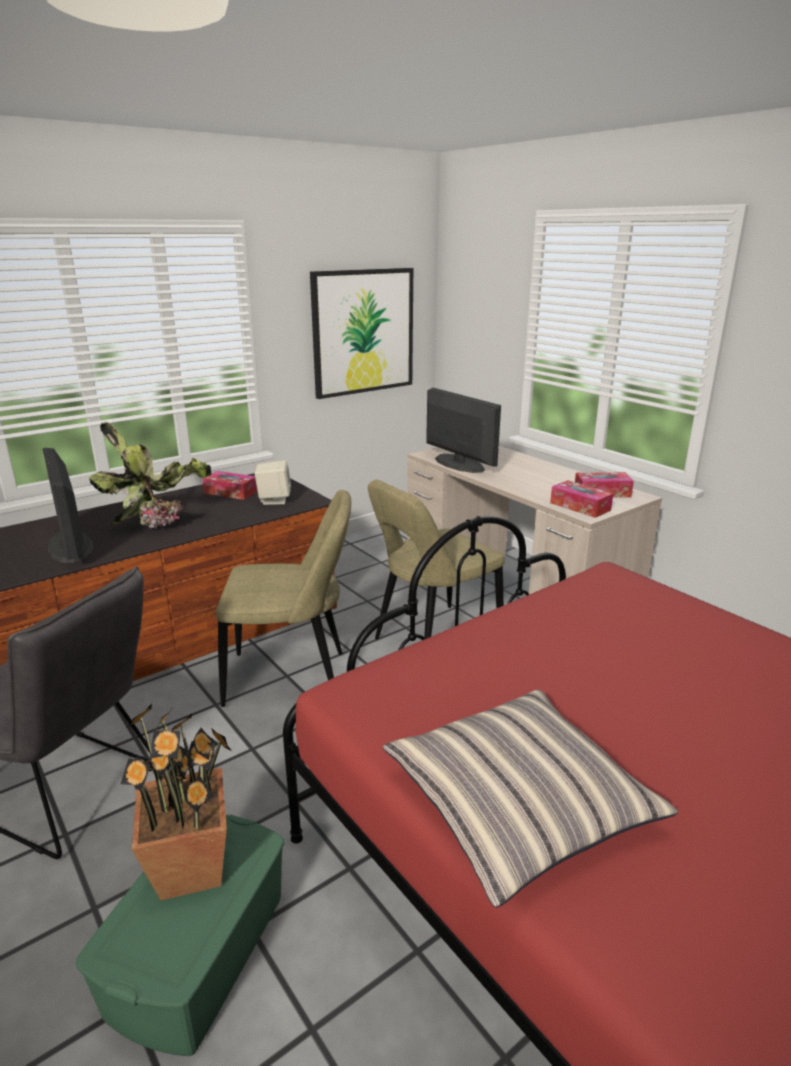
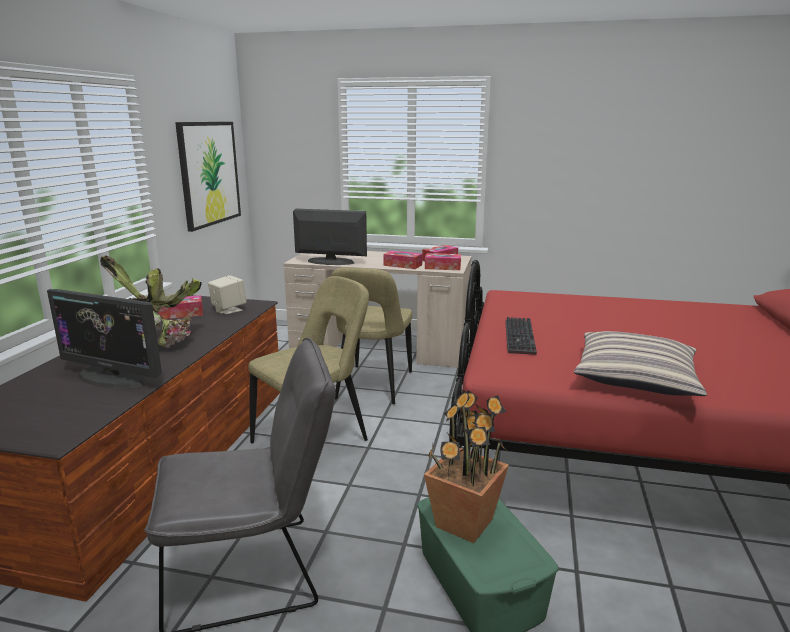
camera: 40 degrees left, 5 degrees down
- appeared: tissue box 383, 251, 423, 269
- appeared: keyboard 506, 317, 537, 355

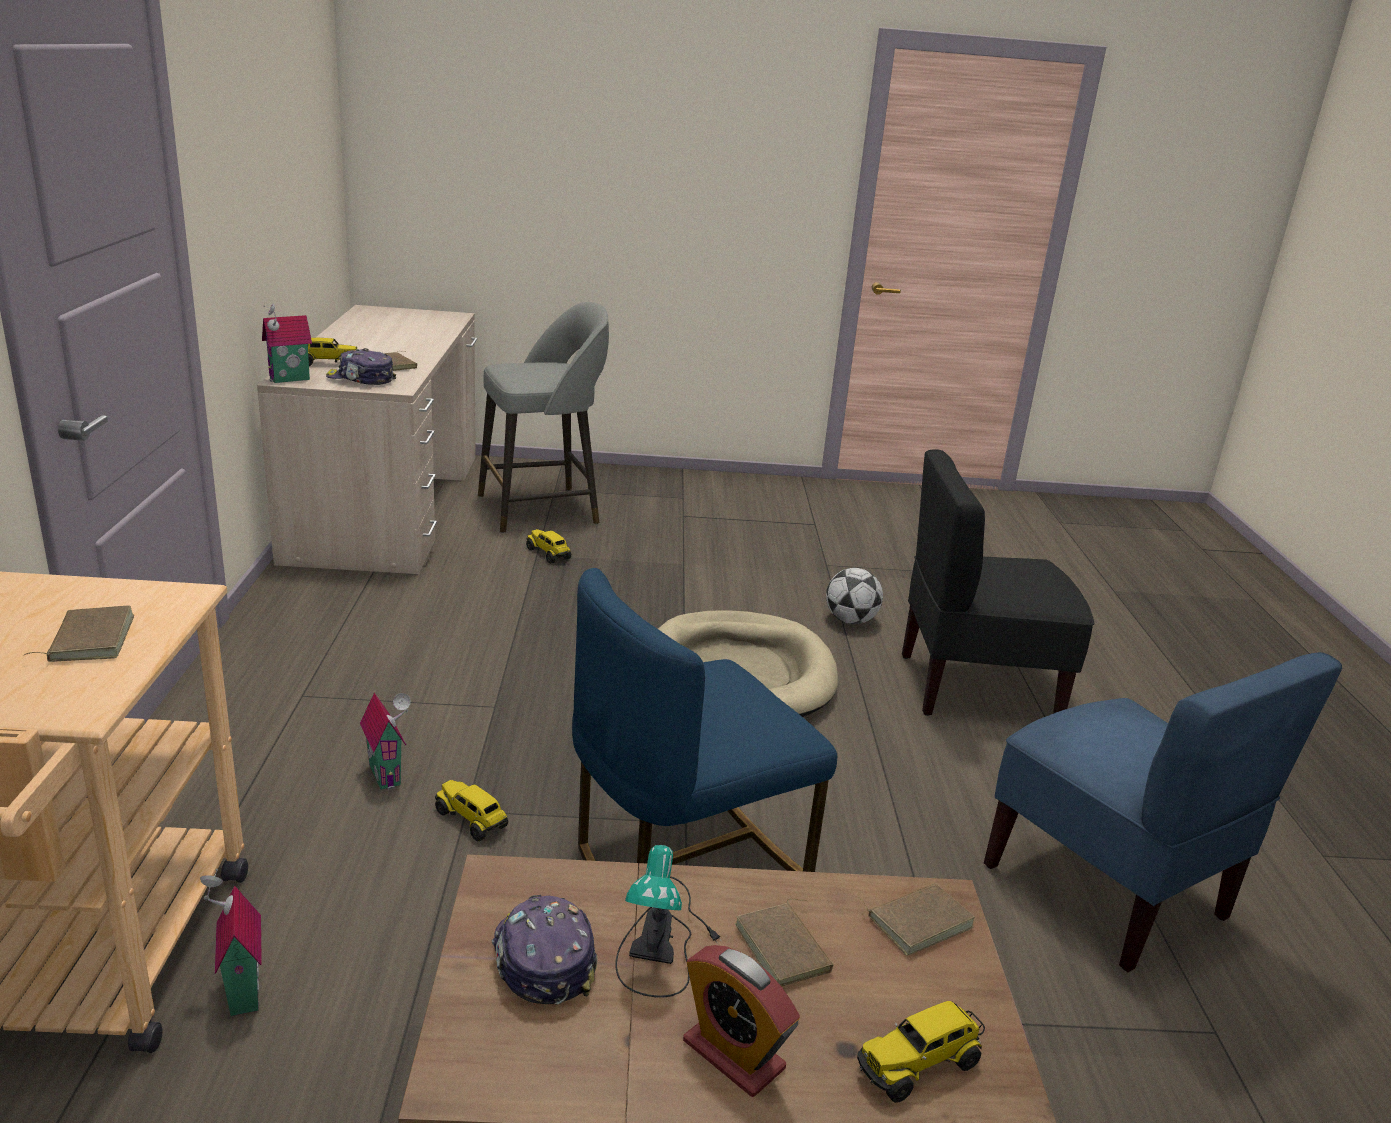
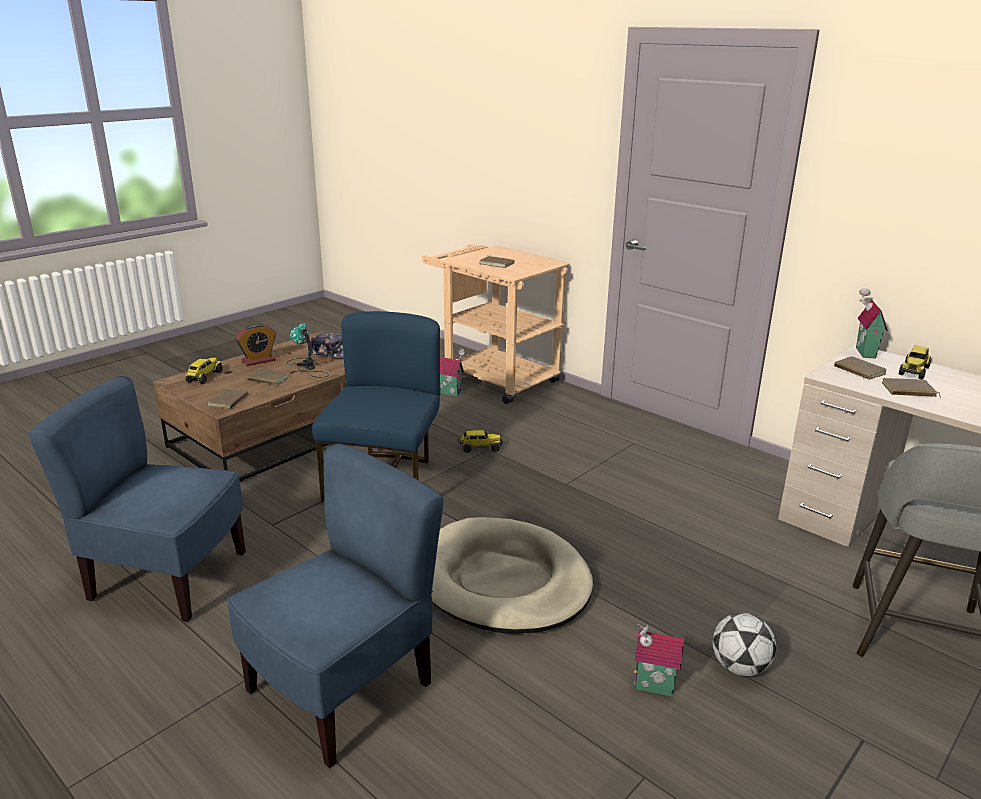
camera: 135 degrees right, 0 degrees up
- exchanged: cap 326, 348, 396, 385 to brown book 834, 356, 887, 380
- colour: black chair 902, 449, 1094, 716 to blue chair 227, 444, 444, 768
- missing: toy truck 526, 529, 571, 564
- relocated: football 826, 568, 883, 624 to 713, 613, 776, 676
- relocated: toy house 360, 693, 411, 790 to 634, 624, 684, 696
- spun: alarm clock 683, 945, 800, 1097 = 235, 324, 276, 366 150 degrees clockwise

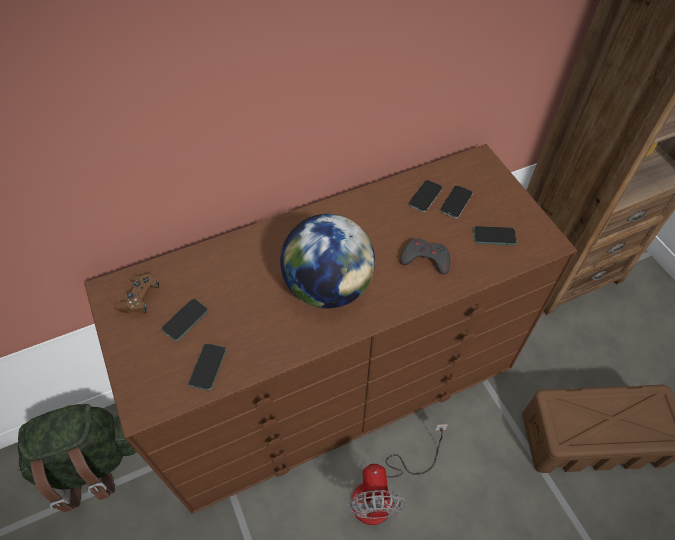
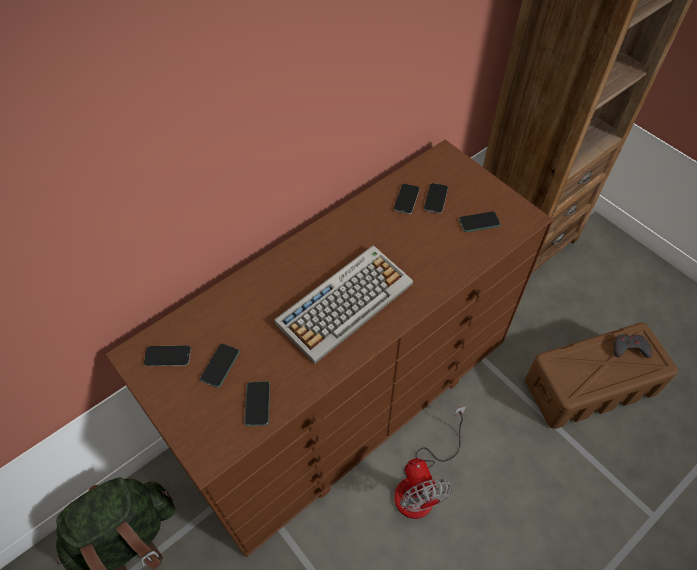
camera: 15 degrees left, 0 degrees up
- exchanged: globe 280, 214, 375, 308 to keyboard 274, 245, 413, 364
- relocated: grey game controller 400, 239, 450, 275 to 613, 335, 652, 358
- exchanged: brown game controller 114, 274, 159, 313 to phone 144, 345, 191, 366

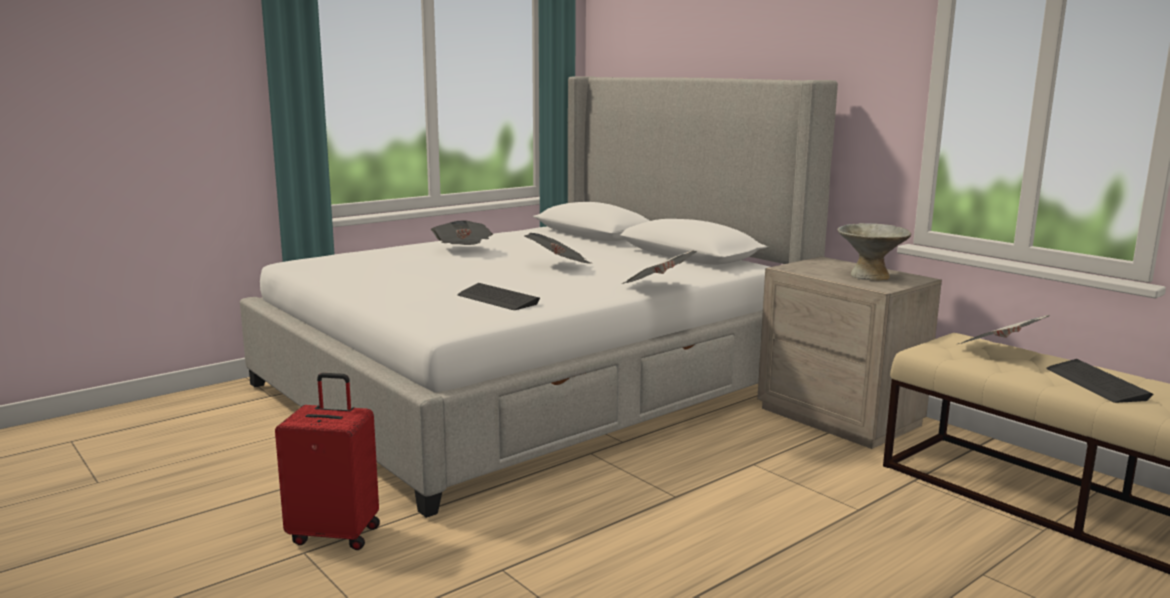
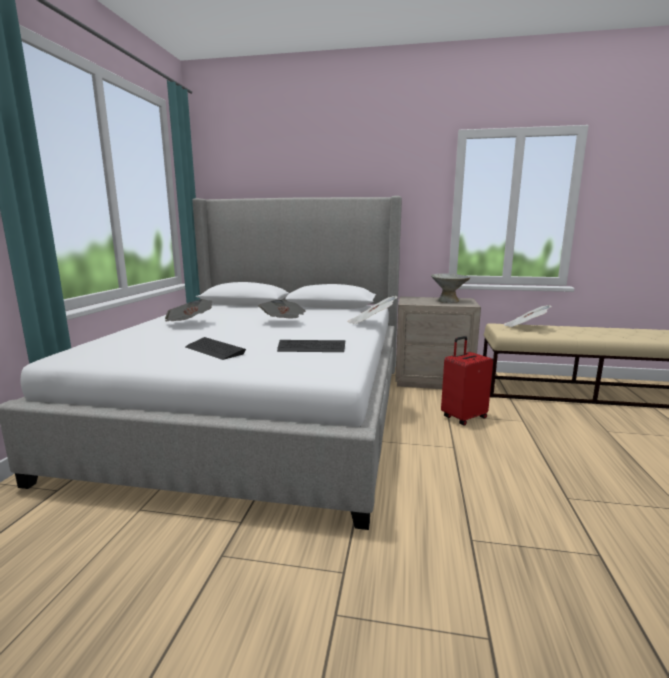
camera: 40 degrees left, 0 degrees up
- relocated: keyboard 1046, 359, 1153, 403 to 185, 337, 246, 360
- relocated: red suitcase 275, 373, 380, 550 to 441, 336, 493, 426

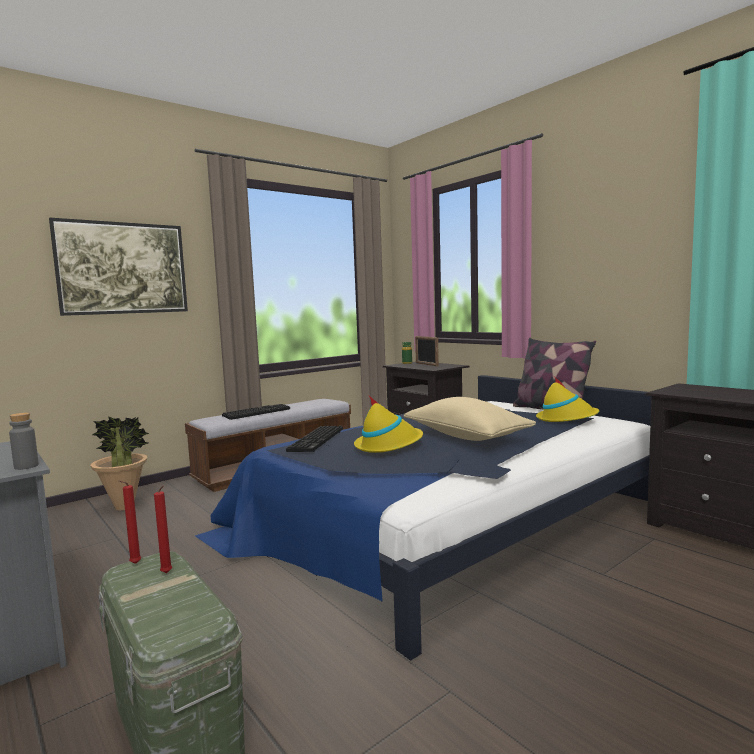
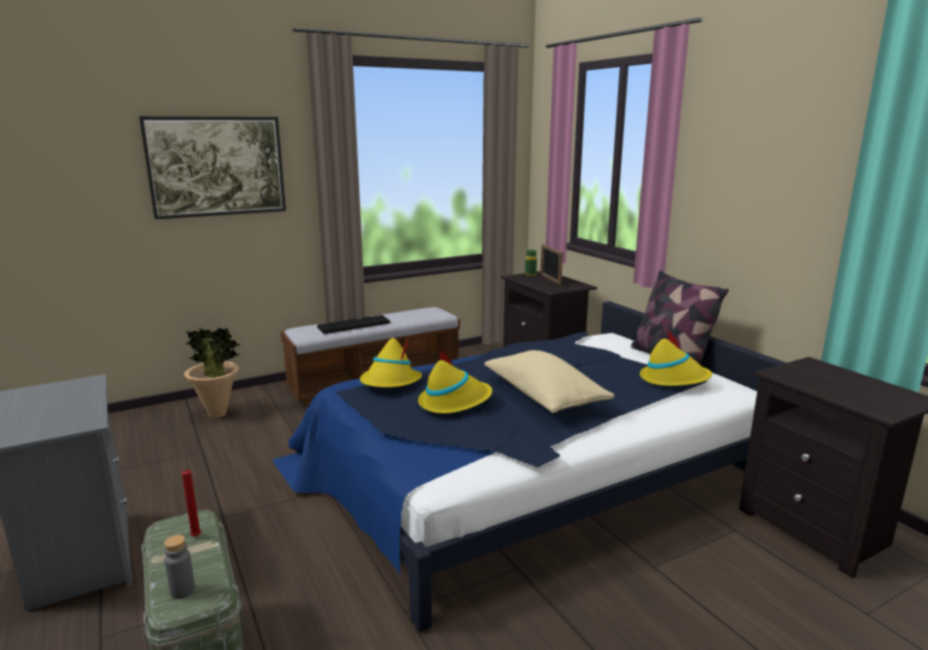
camera: 10 degrees right, 10 degrees up
- relocated: grey bottle 9, 412, 39, 470 to 164, 535, 195, 599
- exchanged: keyboard 286, 426, 343, 452 to yellow hat 360, 336, 422, 388
- missing: red candle 119, 481, 141, 564

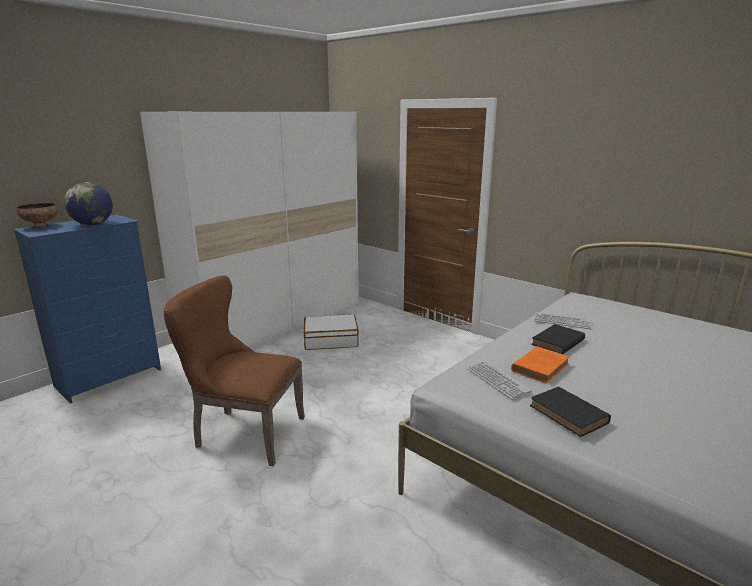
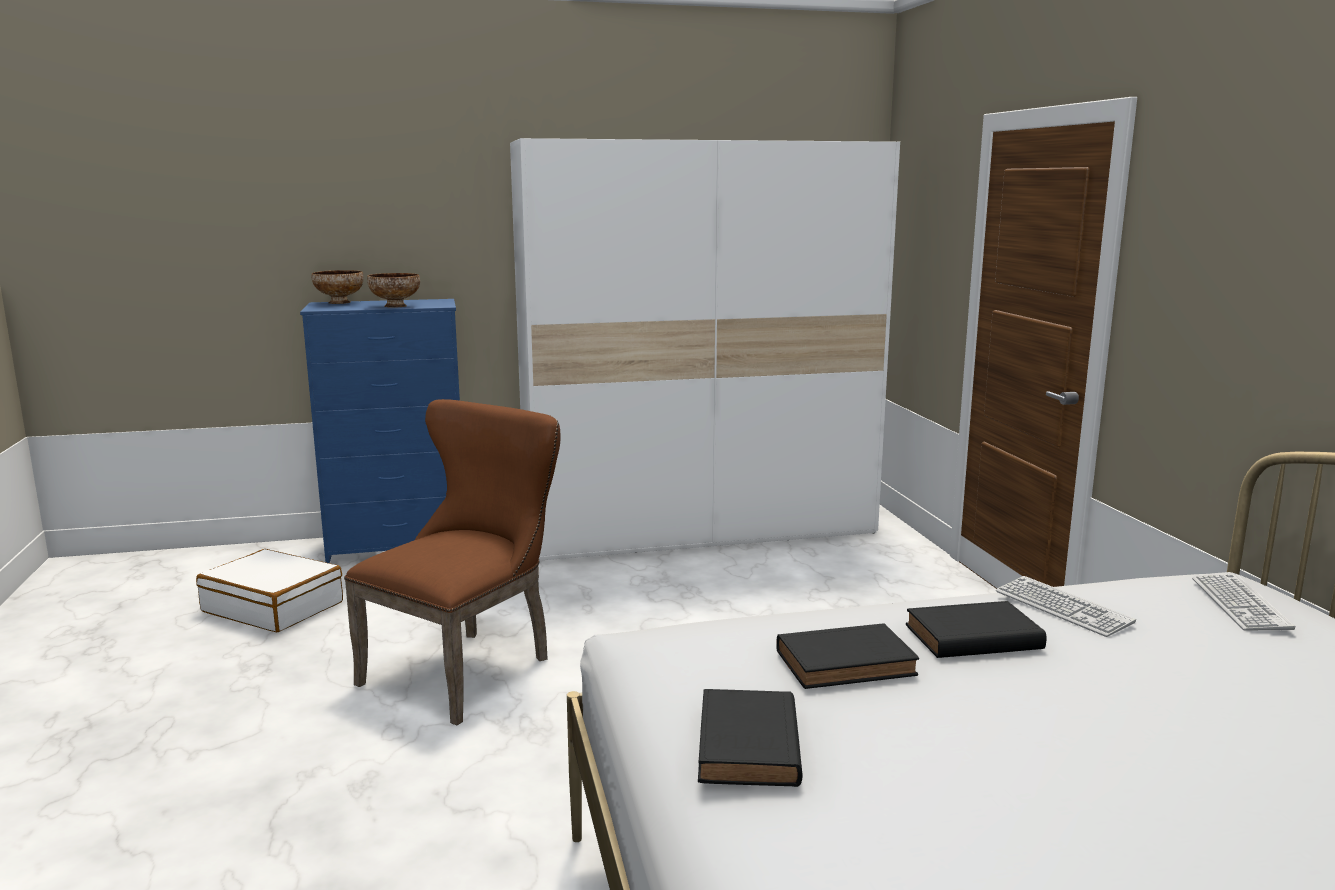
camera: 35 degrees right, 5 degrees down
- exchanged: globe 64, 182, 113, 225 to bowl 367, 273, 420, 307
- spun: brown chair 164, 276, 305, 466 = 344, 399, 560, 725 75 degrees clockwise
- relocated: white suitcase 304, 314, 359, 350 to 196, 549, 343, 632
- colour: orange book 511, 346, 570, 384 to black book 776, 623, 919, 689
- relocated: keyboard 467, 361, 531, 400 to 1192, 574, 1295, 631

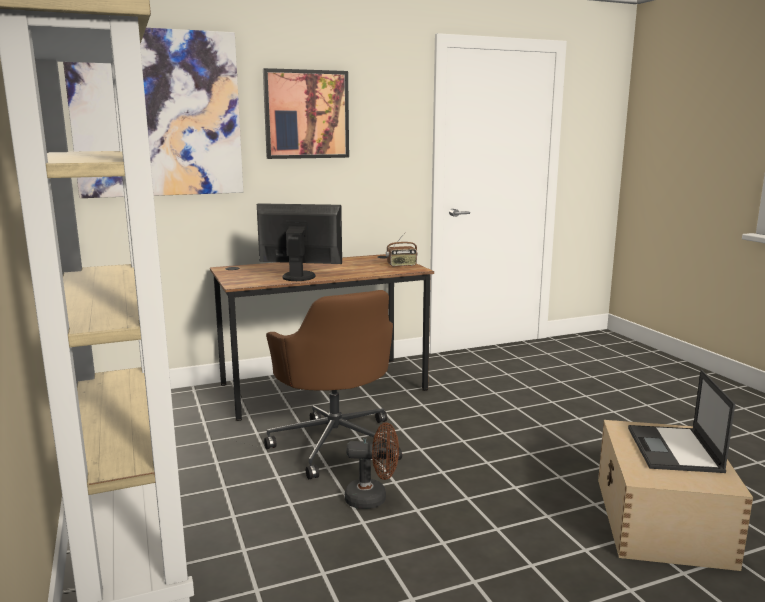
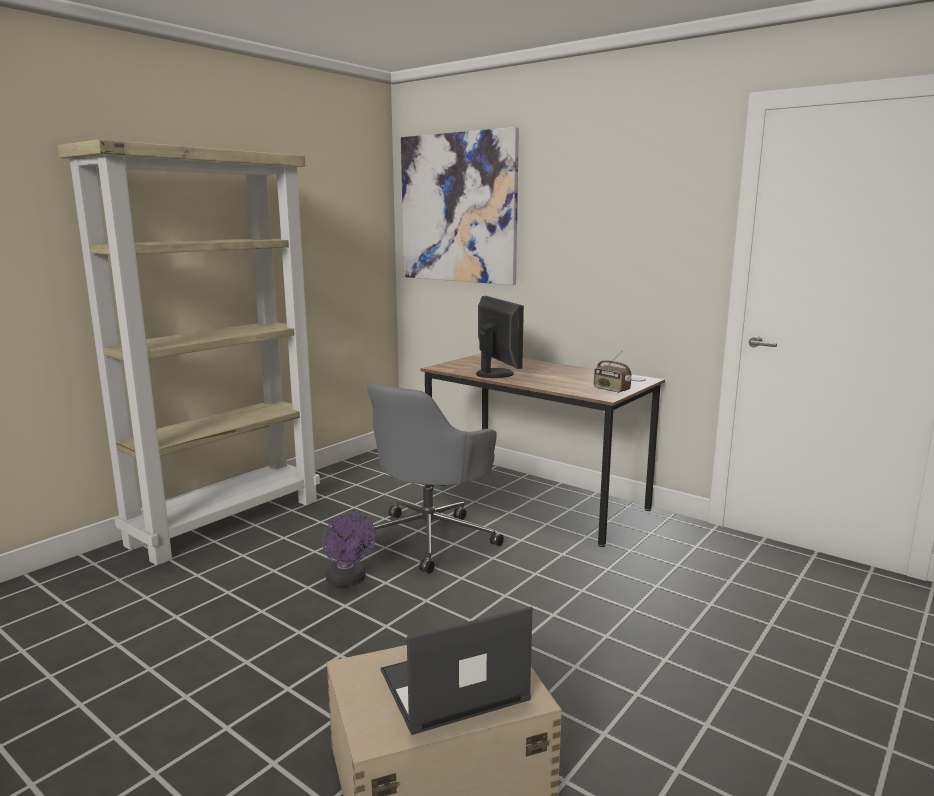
camera: 60 degrees right, 0 degrees up
- missing: picture 263, 68, 349, 159
- colour: brown office chair 264, 290, 402, 480 to grey office chair 360, 383, 504, 574
- colour: brown fan 345, 422, 399, 509 to purple fan 322, 513, 376, 587

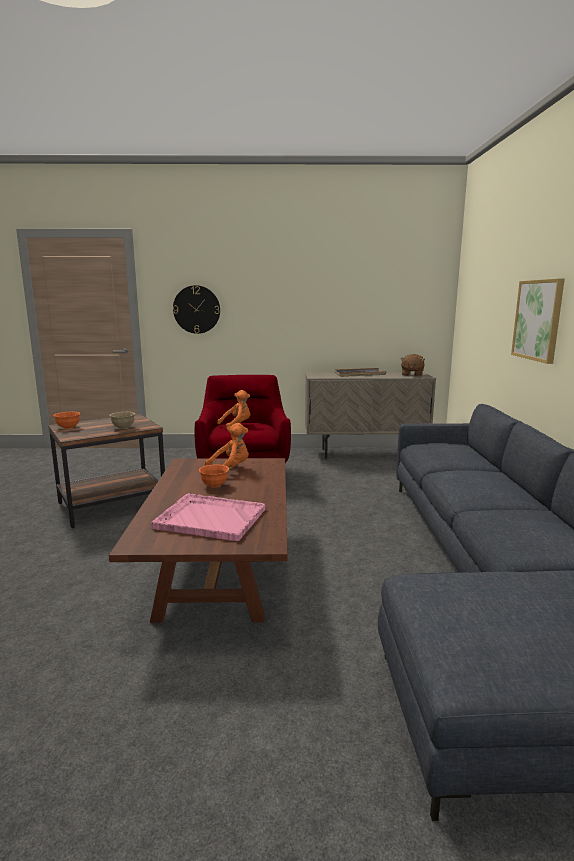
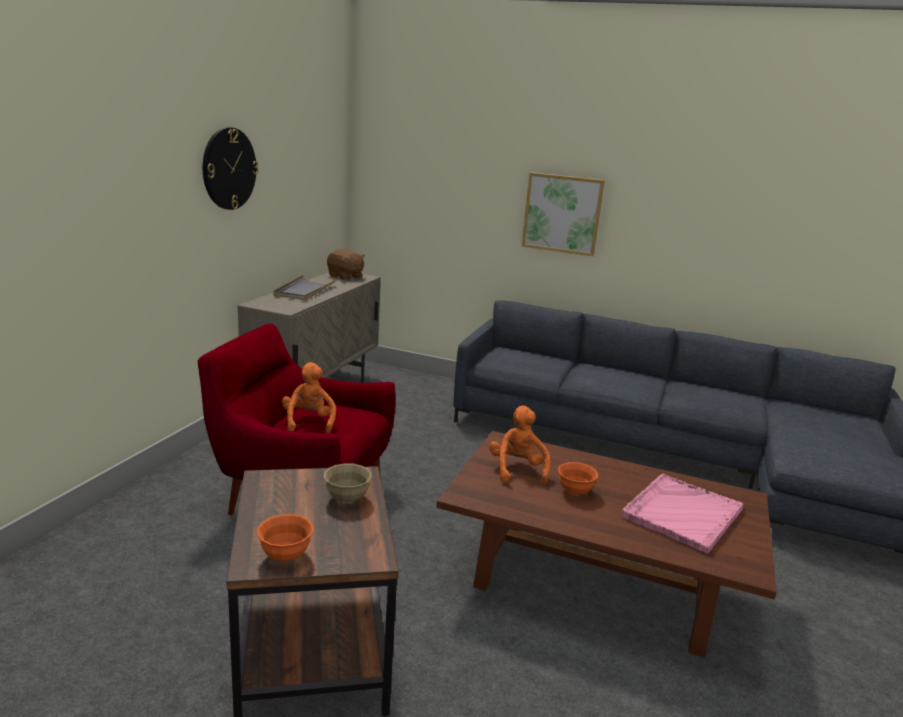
camera: 70 degrees left, 5 degrees up
- relocated: wall clock 173, 285, 220, 334 to 203, 127, 258, 210

